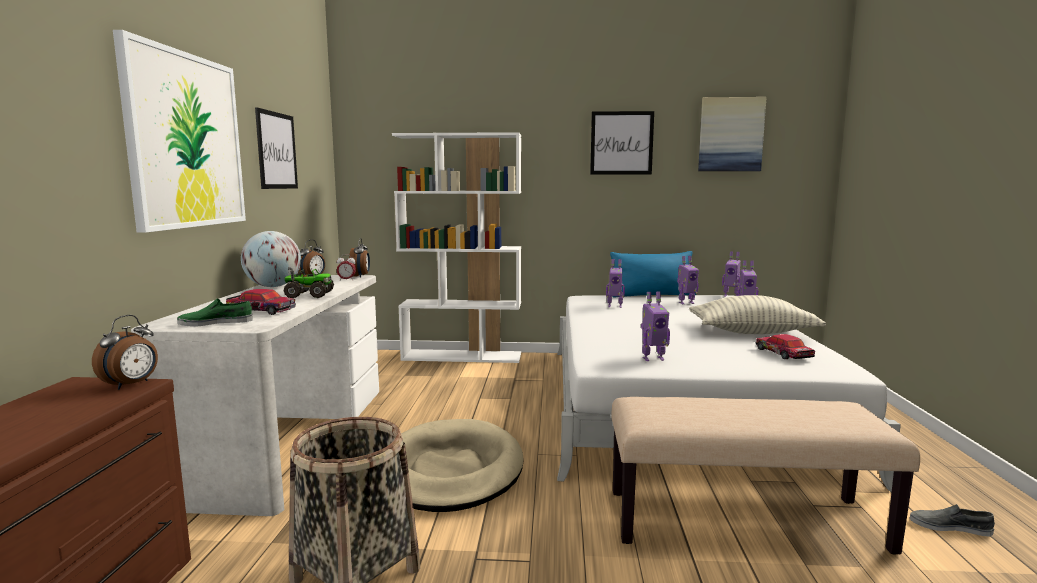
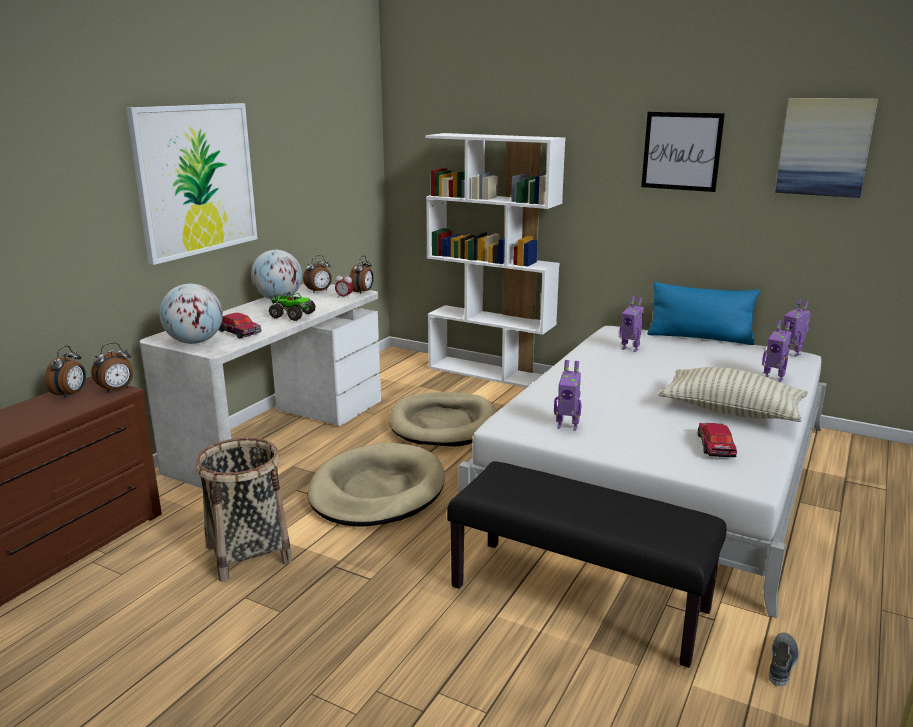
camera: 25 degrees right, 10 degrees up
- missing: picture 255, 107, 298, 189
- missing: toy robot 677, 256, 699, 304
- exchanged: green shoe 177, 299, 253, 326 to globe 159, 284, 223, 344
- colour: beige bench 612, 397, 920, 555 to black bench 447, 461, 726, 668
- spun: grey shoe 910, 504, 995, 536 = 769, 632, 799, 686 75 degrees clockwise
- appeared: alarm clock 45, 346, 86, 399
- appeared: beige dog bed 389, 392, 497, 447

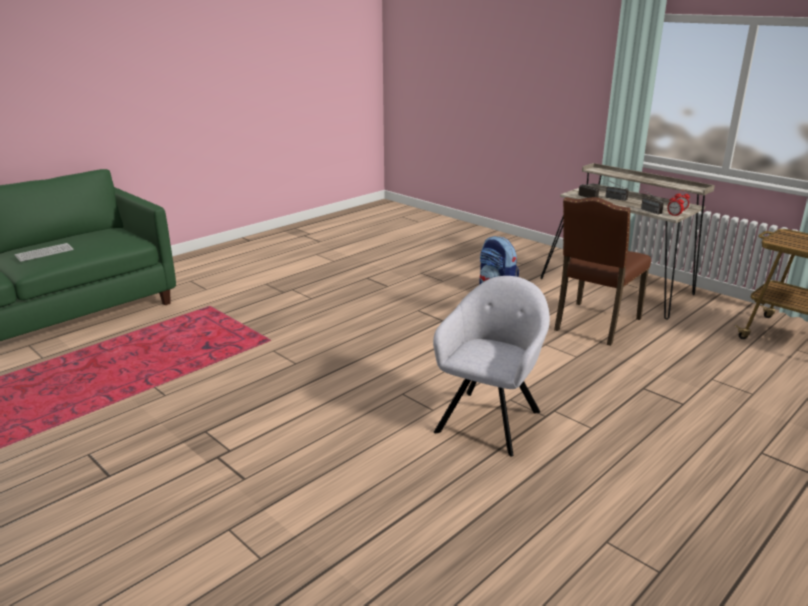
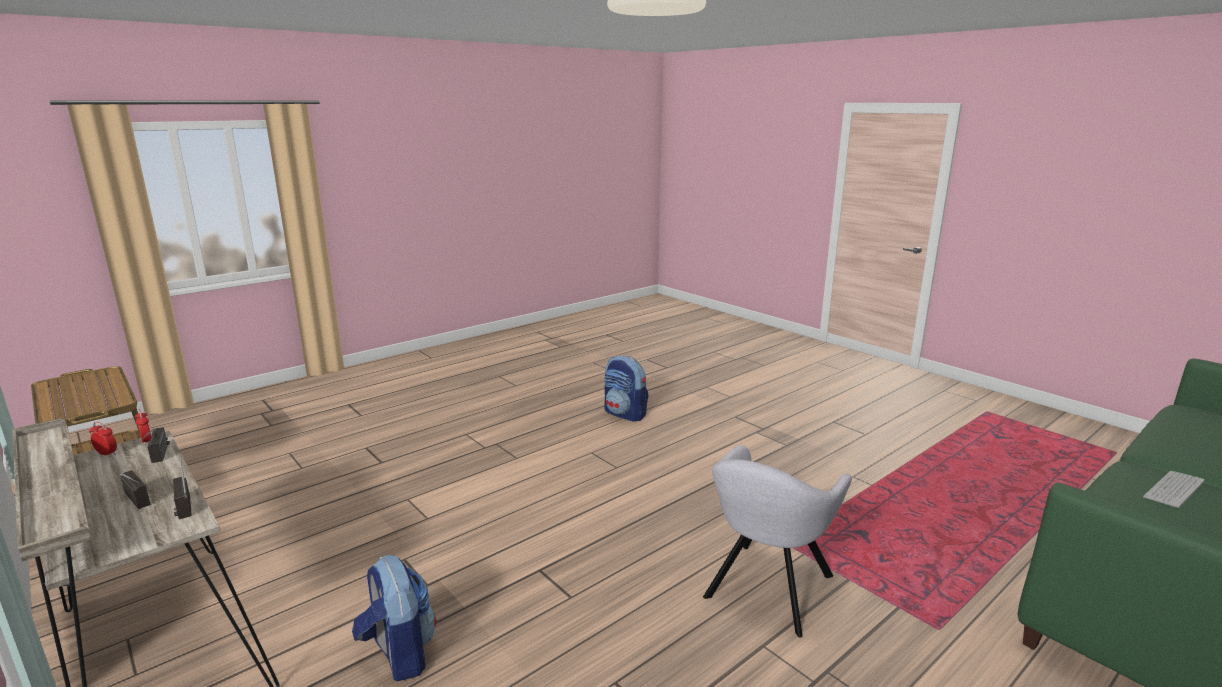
camera: 175 degrees left, 5 degrees down
- missing: brown chair 554, 197, 651, 346
- relocated: grey armchair 433, 276, 550, 456 to 703, 445, 852, 638
- appeared: backpack 604, 356, 648, 422

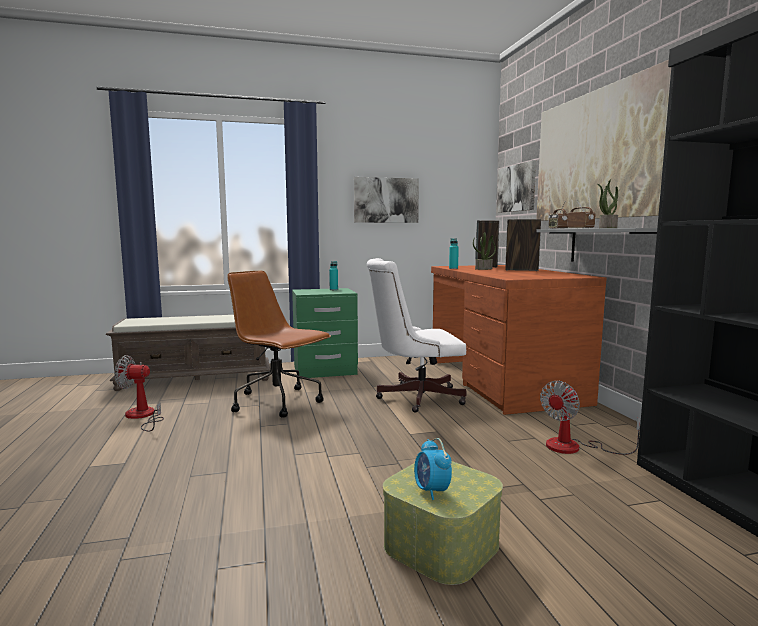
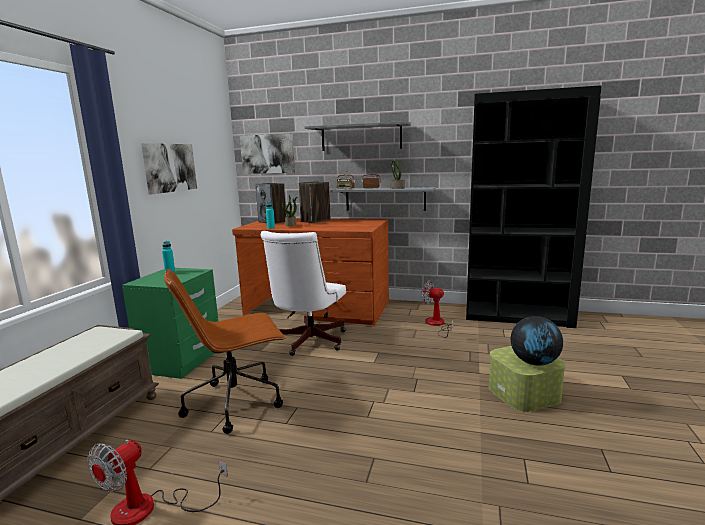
camera: 60 degrees left, 5 degrees up
- exchanged: picture 536, 60, 671, 221 to grey shelf 304, 121, 411, 151
- spun: fan 540, 381, 641, 455 = 421, 280, 453, 338 135 degrees clockwise
- exchanged: alarm clock 414, 438, 452, 500 to globe 511, 316, 563, 366

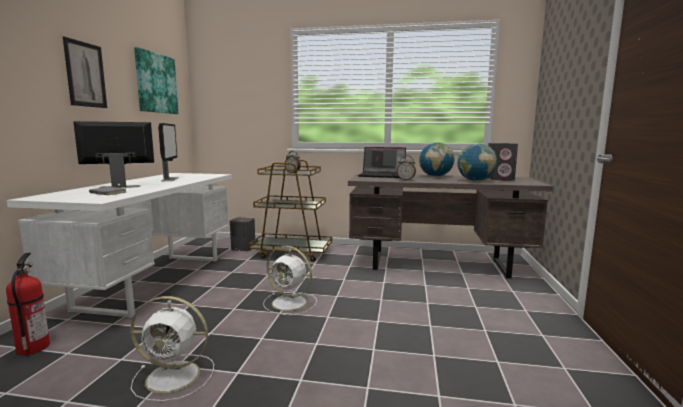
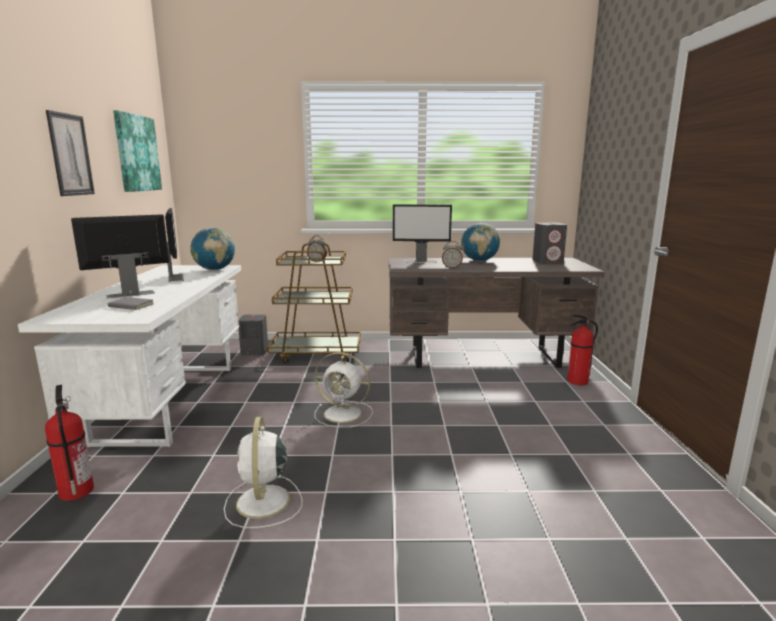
camera: 10 degrees left, 5 degrees up
- relocated: globe 457, 143, 497, 181 to 190, 228, 235, 270
- exchanged: laptop 358, 147, 406, 178 to monitor 393, 204, 452, 263
- spun: white fan 130, 296, 214, 401 = 224, 416, 302, 528 90 degrees clockwise
- appeared: fire extinguisher 567, 315, 598, 385

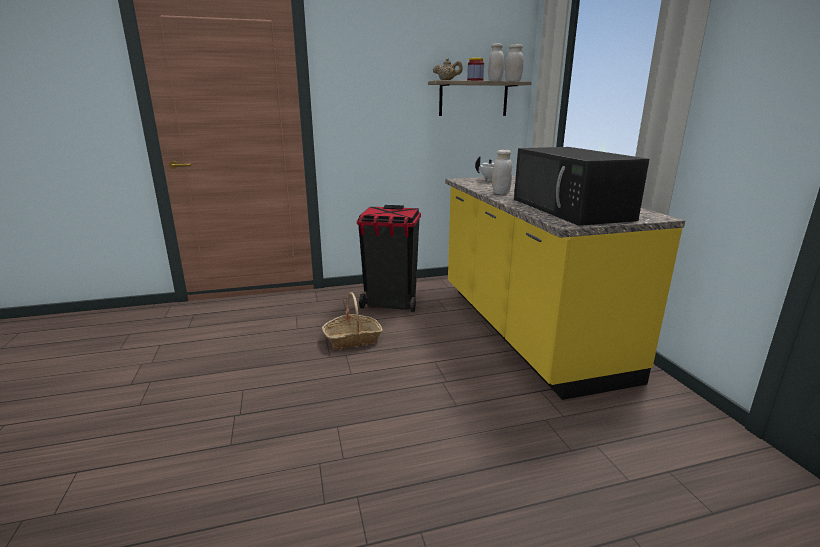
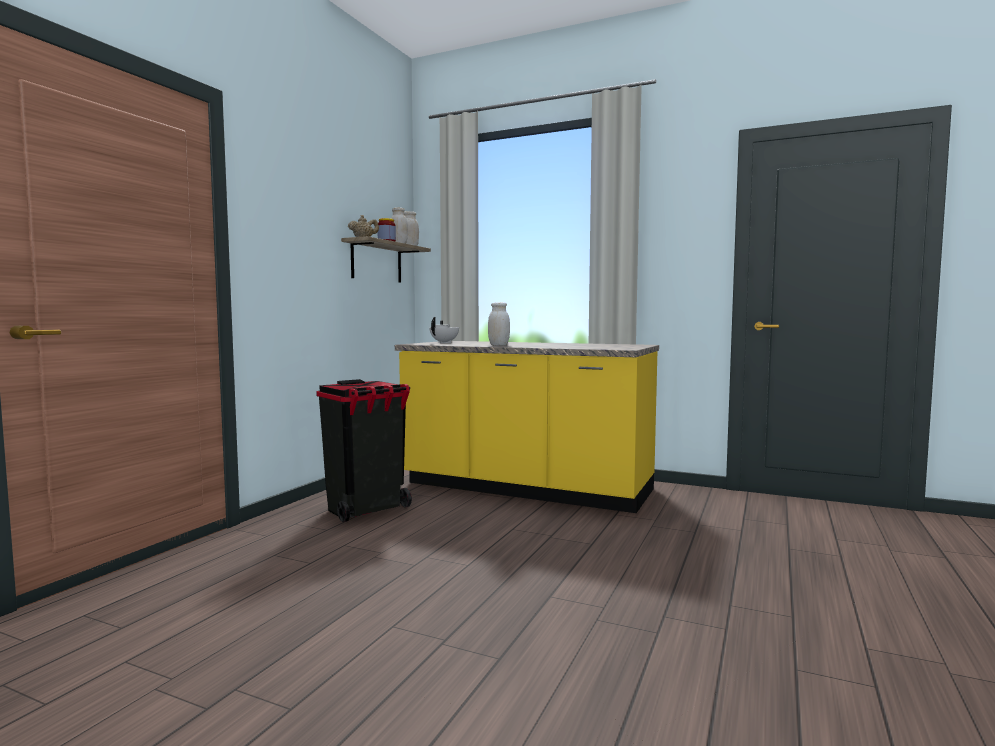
camera: 50 degrees left, 15 degrees down
- missing: black microwave 514, 147, 649, 226
- missing: basket 322, 292, 383, 350

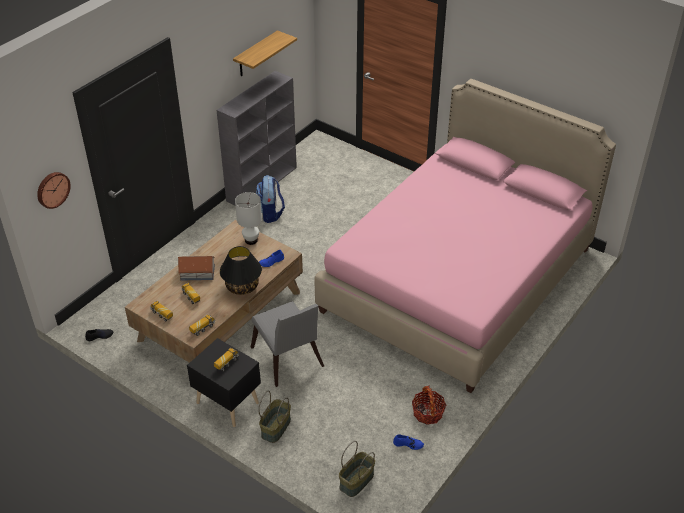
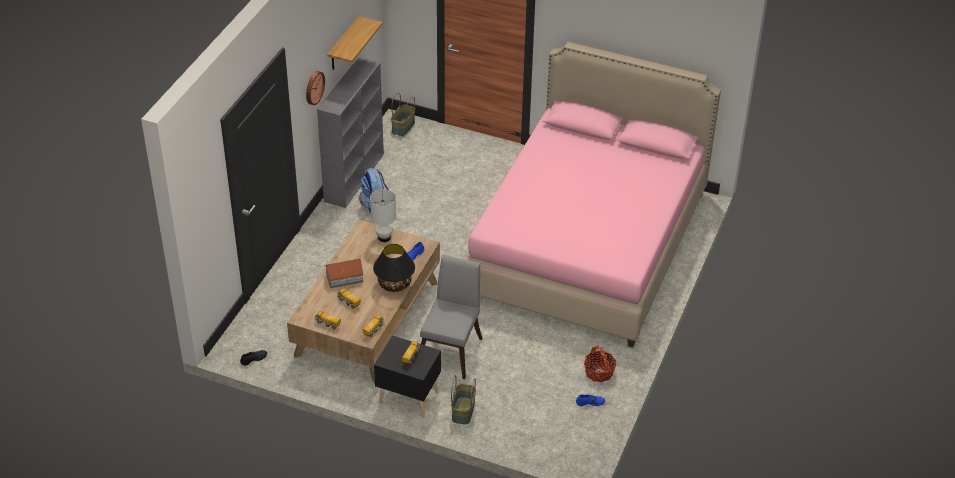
camera: 15 degrees left, 0 degrees up
- relocated: wall clock 37, 172, 71, 209 to 306, 71, 325, 105
- spun: grey chair 251, 301, 324, 387 = 420, 254, 482, 379 120 degrees counterclockwise
- relocated: basket 339, 441, 375, 497 to 391, 92, 415, 136

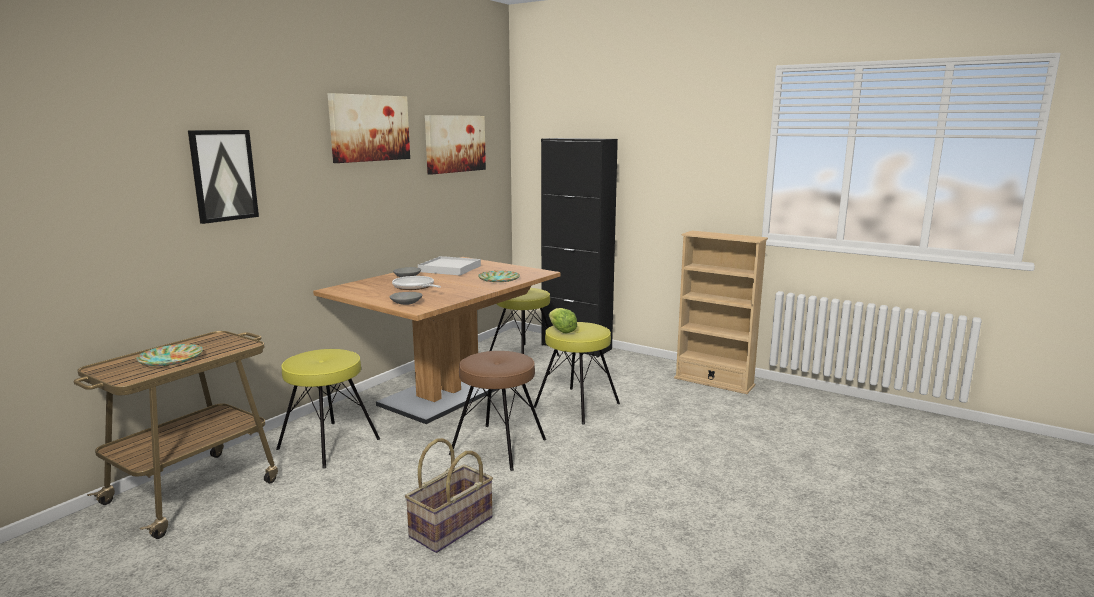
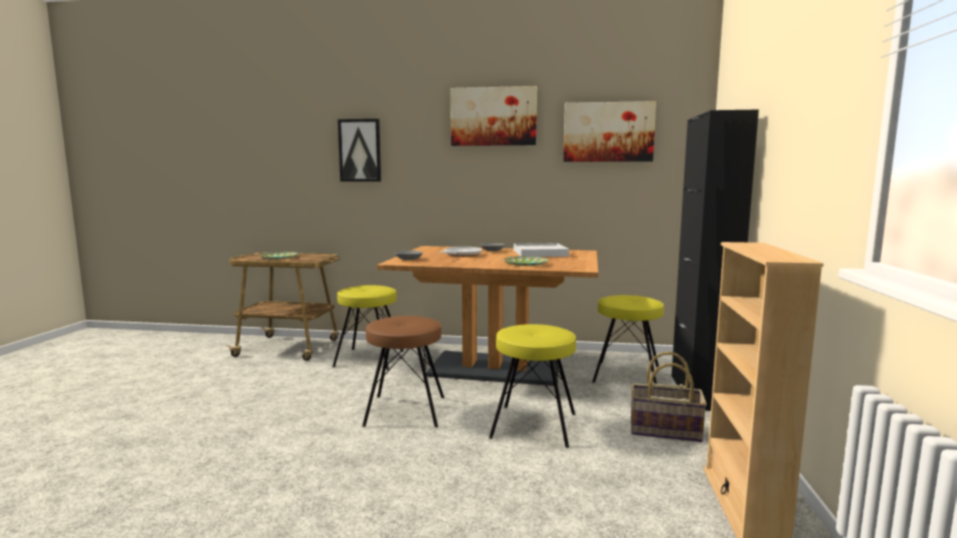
camera: 65 degrees right, 5 degrees down
- missing: lettuce 549, 308, 577, 333
- relocated: basket 405, 438, 493, 553 to 631, 352, 707, 442

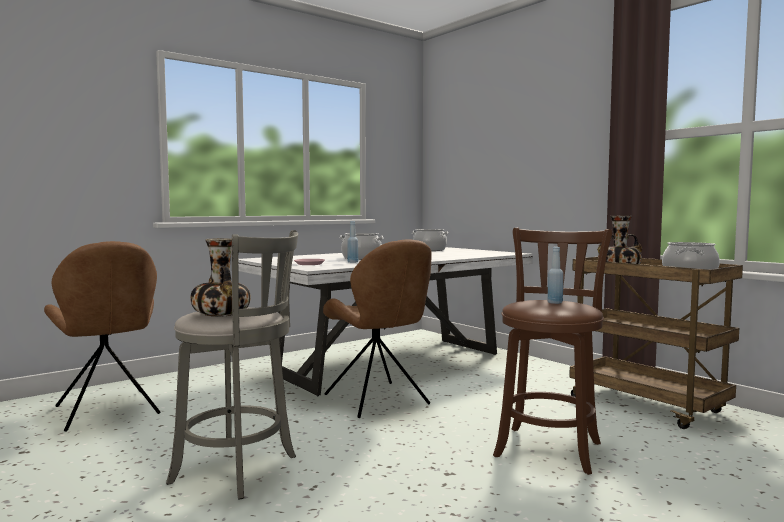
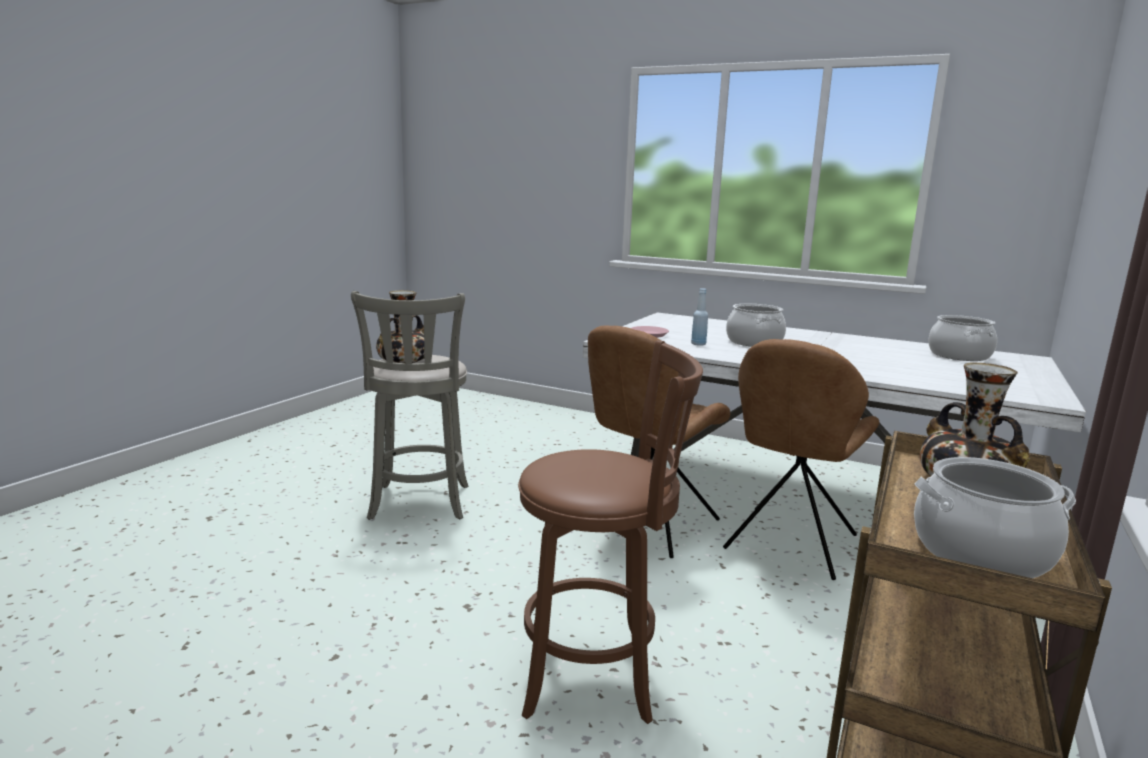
camera: 65 degrees right, 10 degrees up
- relocated: brown chair 44, 241, 161, 432 to 723, 339, 879, 580
- missing: blue bottle 547, 247, 563, 304

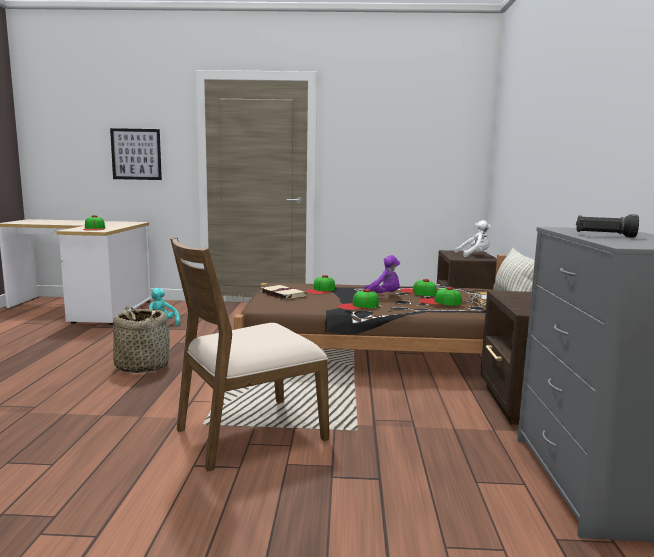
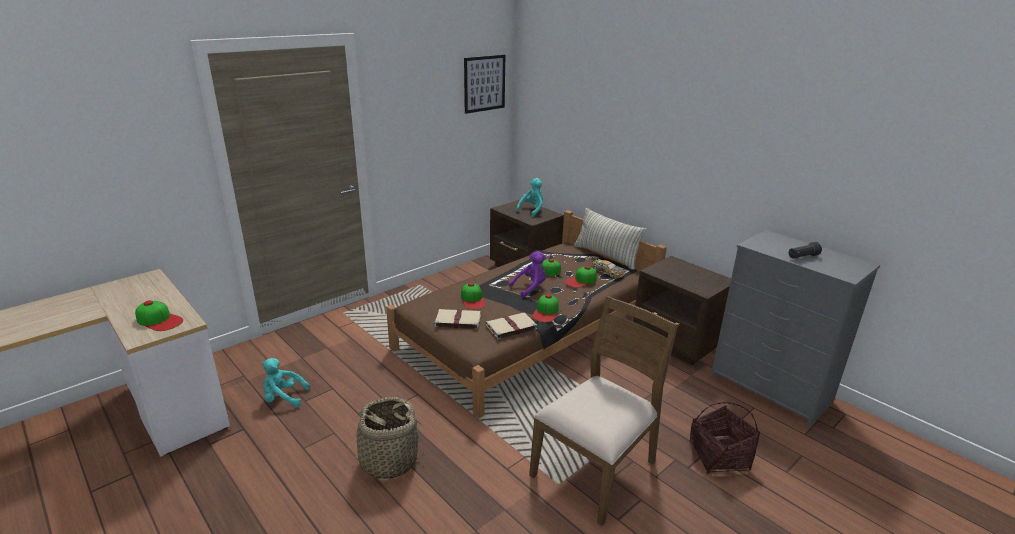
camera: 45 degrees left, 15 degrees up
- relocated: picture 110, 128, 162, 180 to 464, 55, 505, 114
- colour: white plush toy 455, 220, 491, 257 to turquoise plush toy 515, 178, 543, 217
- spun: brown chair 170, 237, 329, 472 = 529, 296, 678, 526 150 degrees counterclockwise
- appeared: beige book 485, 313, 537, 340
- appeared: basket 690, 402, 760, 474

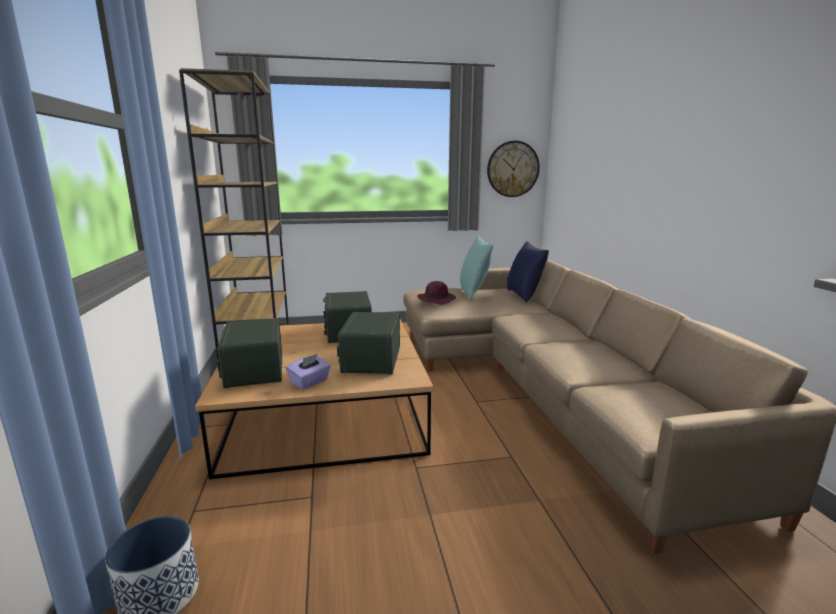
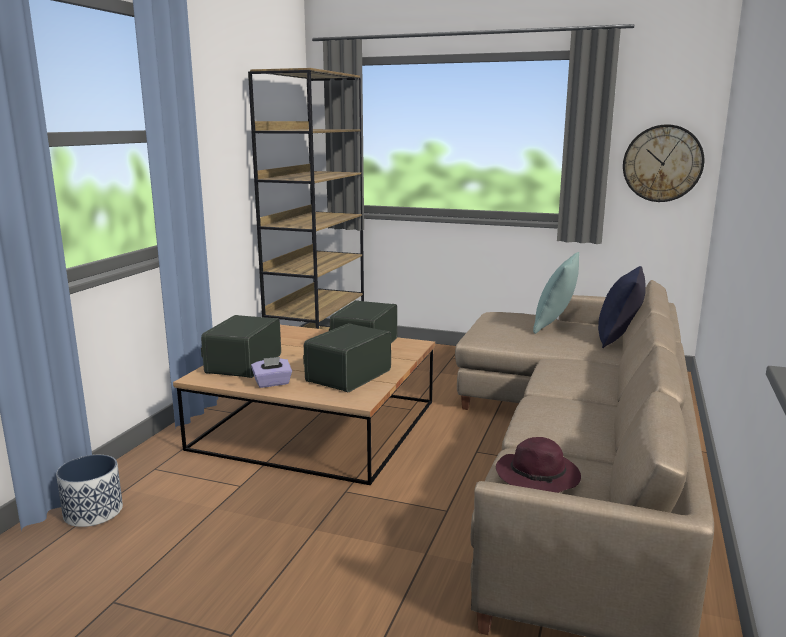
camera: 30 degrees right, 0 degrees up
- relocated: purple hat 417, 281, 456, 305 to 496, 437, 581, 493

